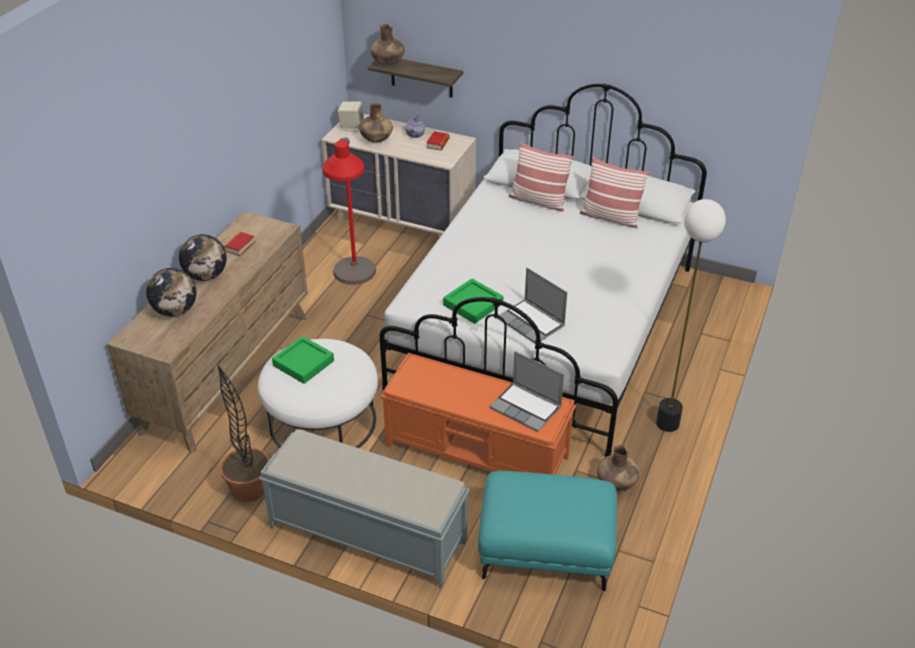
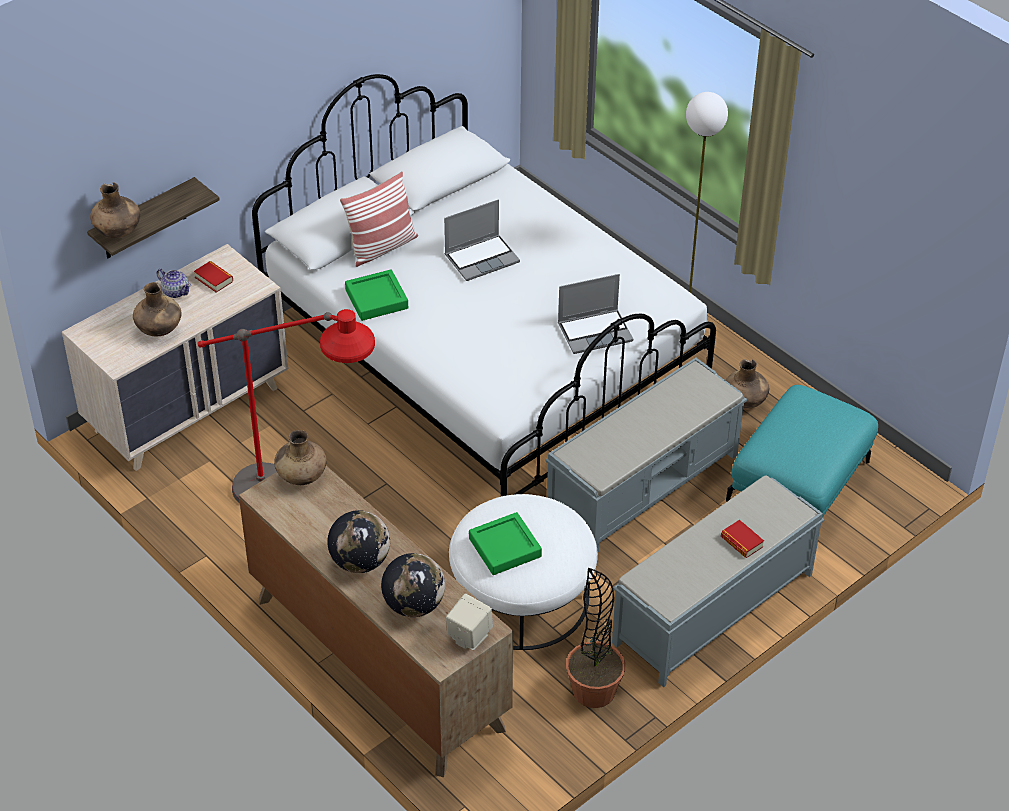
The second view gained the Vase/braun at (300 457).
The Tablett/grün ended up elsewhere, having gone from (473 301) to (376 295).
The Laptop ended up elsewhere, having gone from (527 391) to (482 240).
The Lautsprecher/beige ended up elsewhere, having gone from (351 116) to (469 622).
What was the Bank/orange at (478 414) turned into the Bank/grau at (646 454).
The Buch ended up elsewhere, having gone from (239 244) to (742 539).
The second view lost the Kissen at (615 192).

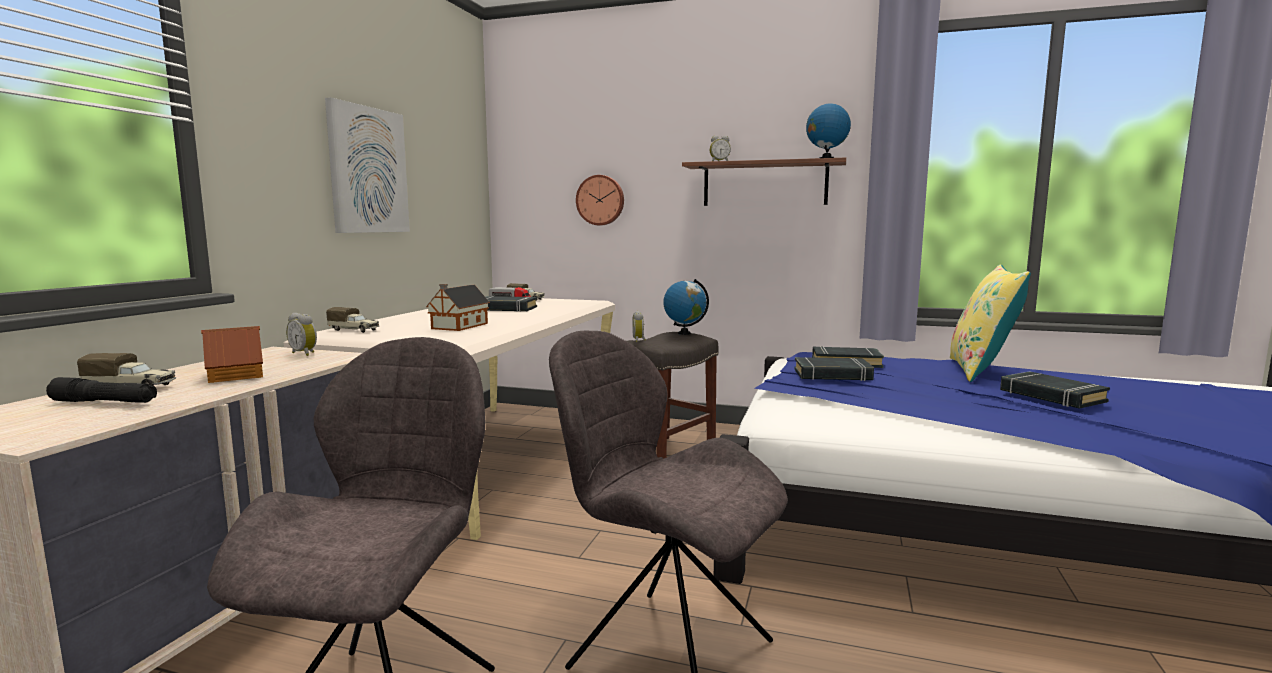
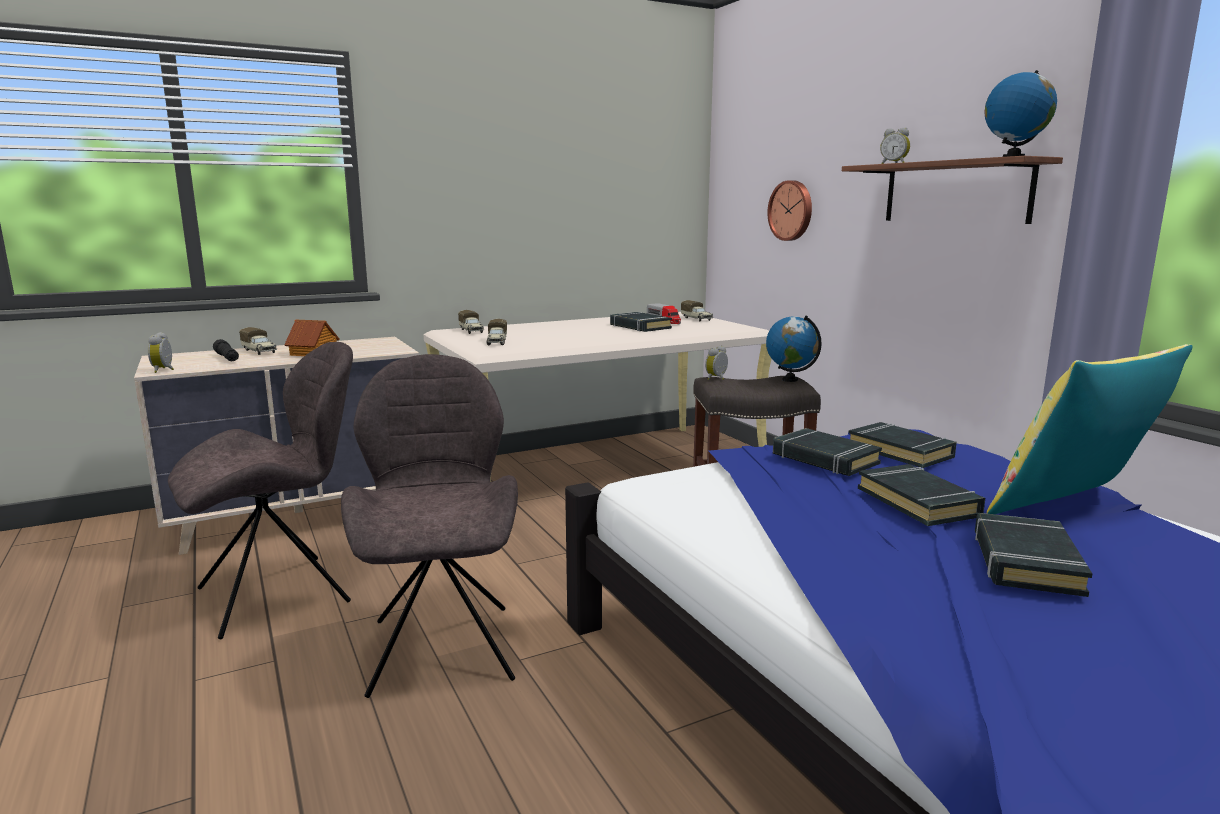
The Wecker ended up elsewhere, having gone from (301 334) to (161 352).
The second view gained the Spielzeuglaster at (497 332).
The second view gained the Buch/schwarz at (921 495).
The second view lost the Bild at (367 165).
The second view lost the Spielzeughaus at (458 307).

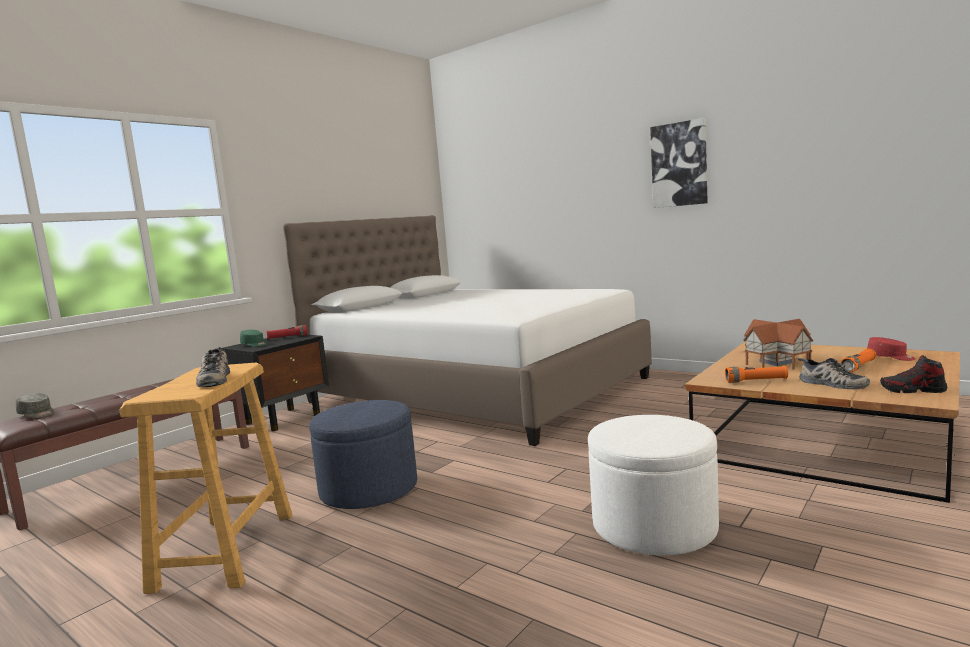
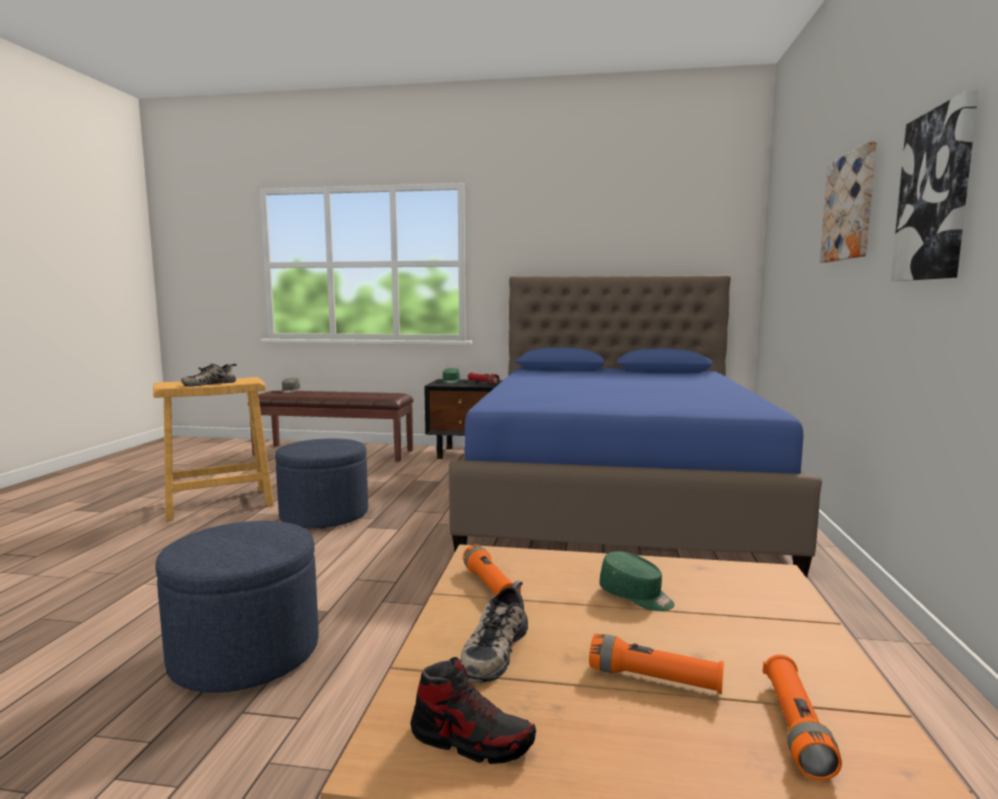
What was the Polsterhocker/weiß at (653 485) turned into the Polsterhocker/blau at (237 607).
The Schuh at (913 374) ended up facing another way, 120 degrees clockwise from before.
What was the Bett/weiß at (467 330) turned into the Bett/blau at (635 426).
Where the Spielzeughaus stood at (778 344), the Kappe/grün came to stand at (637 581).
Where the Kappe/rot stood at (891 349), the Taschenlampe/orange came to stand at (802 718).
The second view gained the Bild at (848 202).

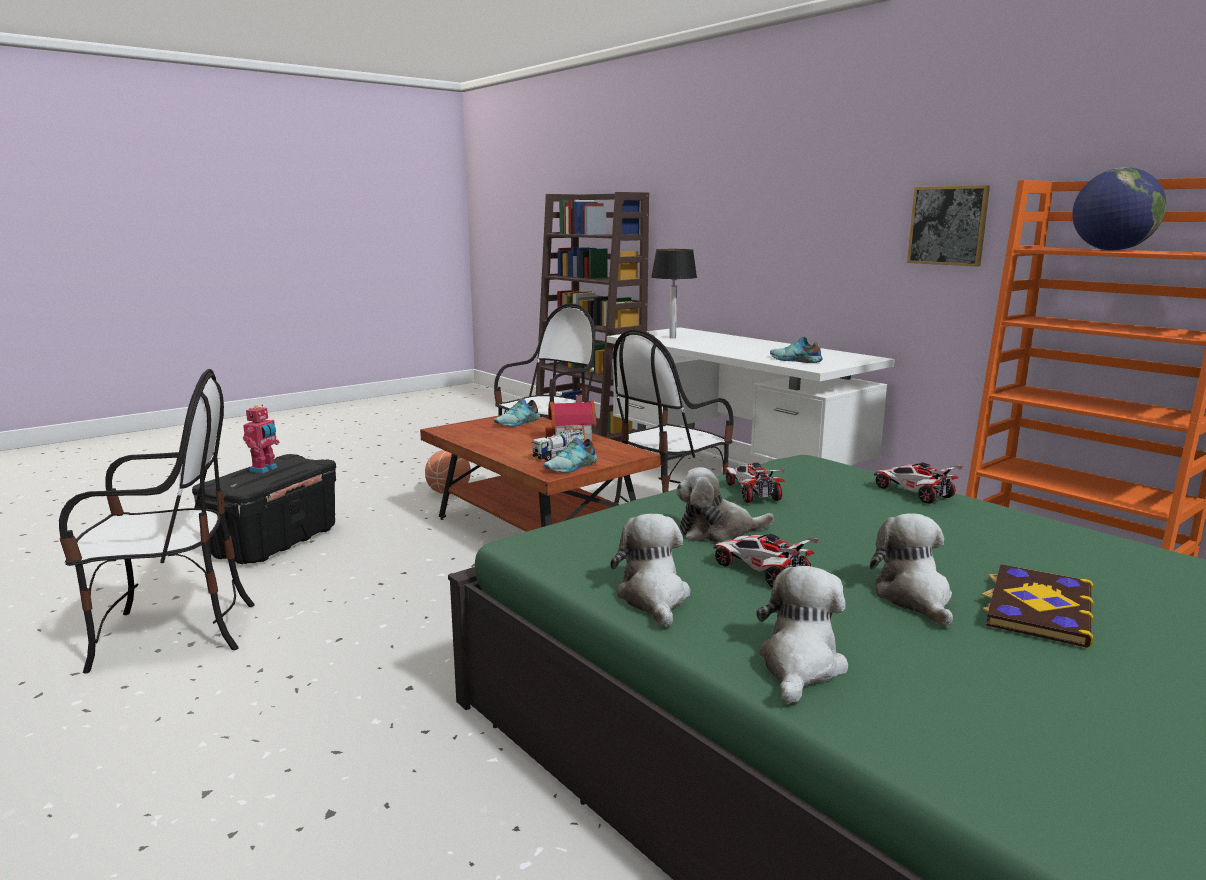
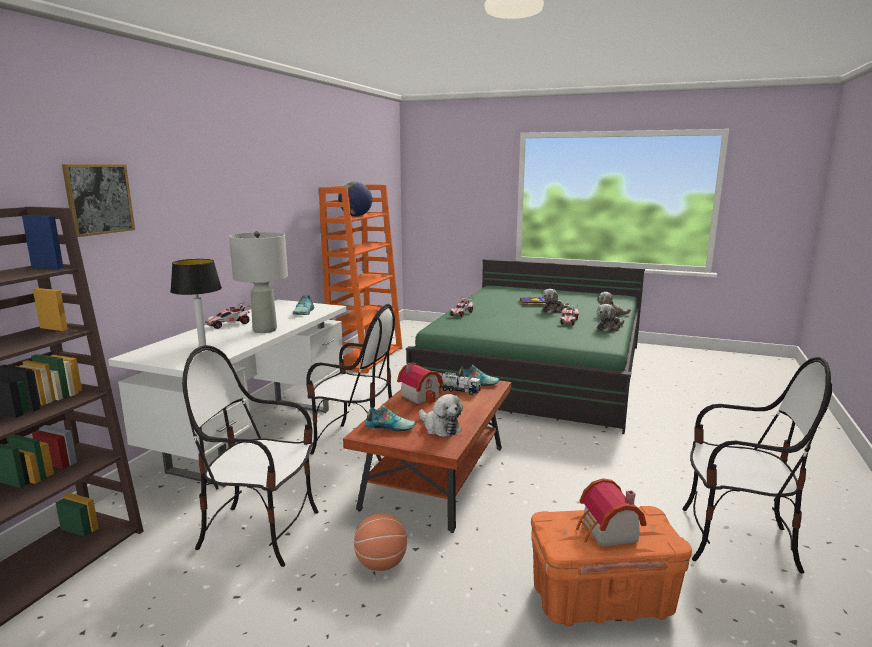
The Bild ended up elsewhere, having gone from (948 225) to (98 200).
The Spielzeugauto ended up elsewhere, having gone from (754 483) to (228 315).
The second view gained the Tischlampe/grau at (258 282).
The Plüschtier ended up elsewhere, having gone from (724 504) to (441 415).
What was the Aufbewahrungsbox/schwarz at (264 509) turned into the Aufbewahrungsbox/orange at (611 566).
Where the Spielzeugroboter stood at (261 439), the Spielzeughaus came to stand at (611 512).
The Stuhl at (157 521) ended up facing another way, 150 degrees clockwise from before.

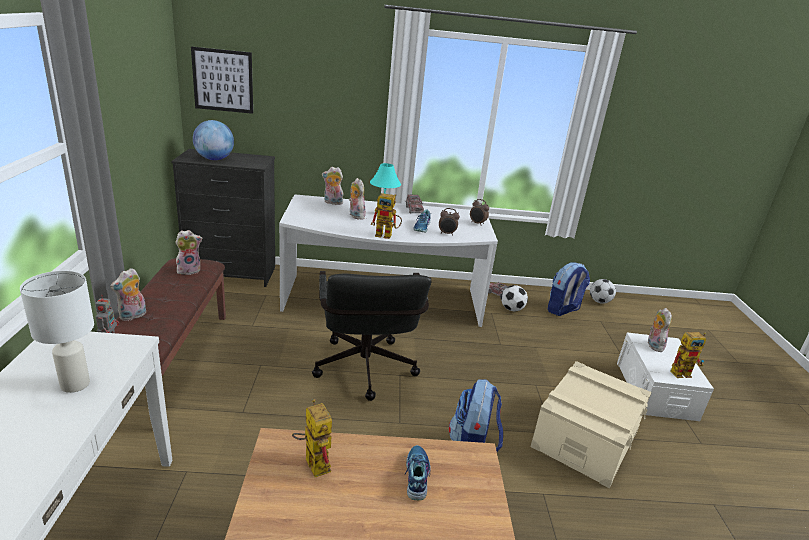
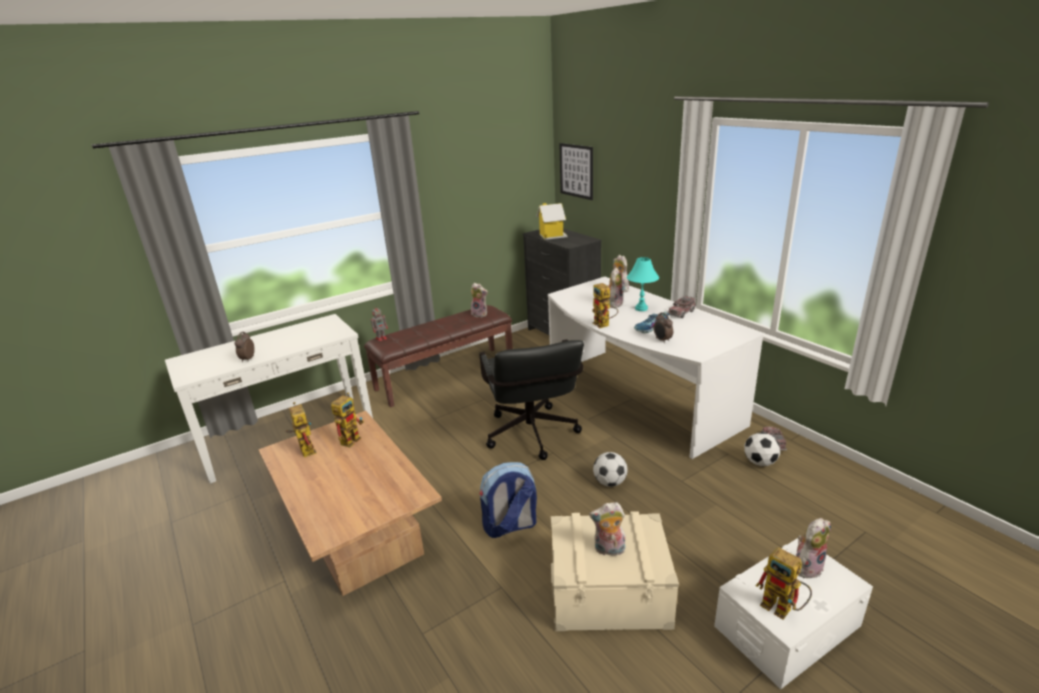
The Wecker ended up elsewhere, having gone from (479 212) to (245 347).
The second view gained the Spielzeugroboter at (301 429).
The Bürostuhl/schwarz at (371 336) ended up facing another way, 60 degrees counterclockwise from before.
Where the Globus stood at (213 140), the Spielzeughaus came to stand at (551 221).
The Plüschtier ended up elsewhere, having gone from (128 294) to (607 529).
The Fußball ended up elsewhere, having gone from (603 291) to (610 469).
The second view lost the Tischlampe/weiß at (57 332).
The second view lost the Schuh at (418 472).
The second view lost the Rucksack at (569 289).

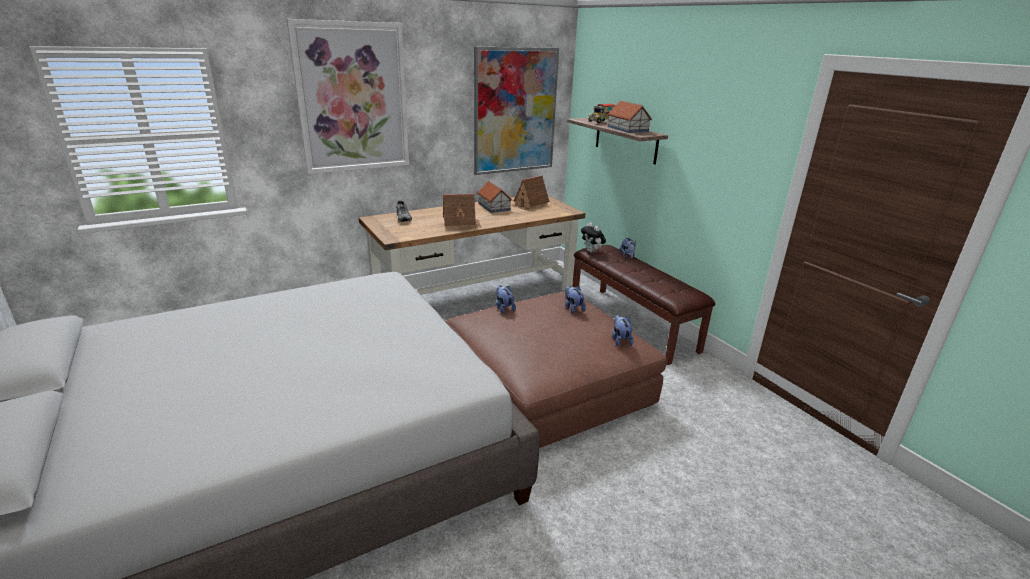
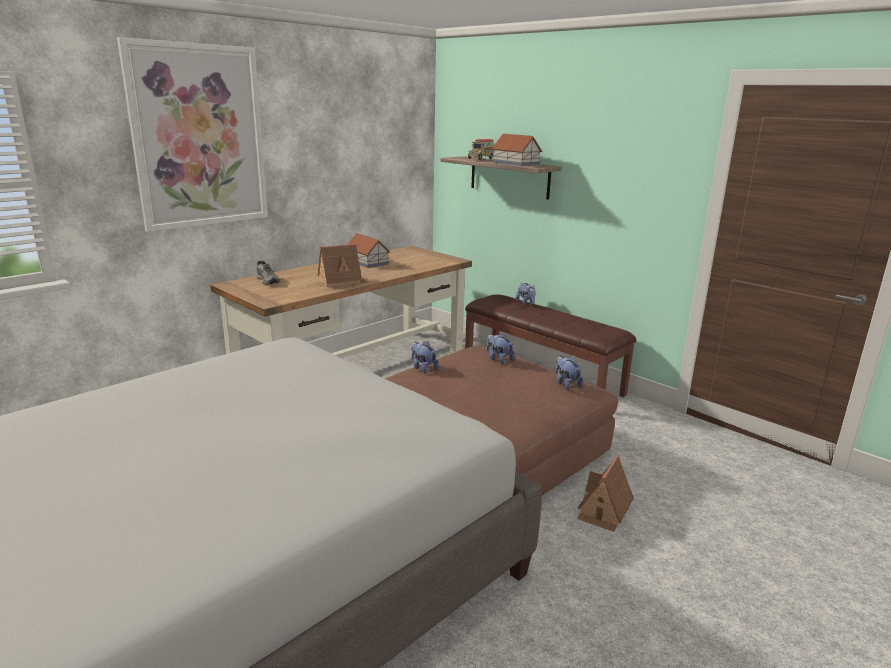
The Spielzeughaus ended up elsewhere, having gone from (531 192) to (605 493).
The second view lost the Bild at (516 111).
The second view lost the Plüschtier at (593 237).

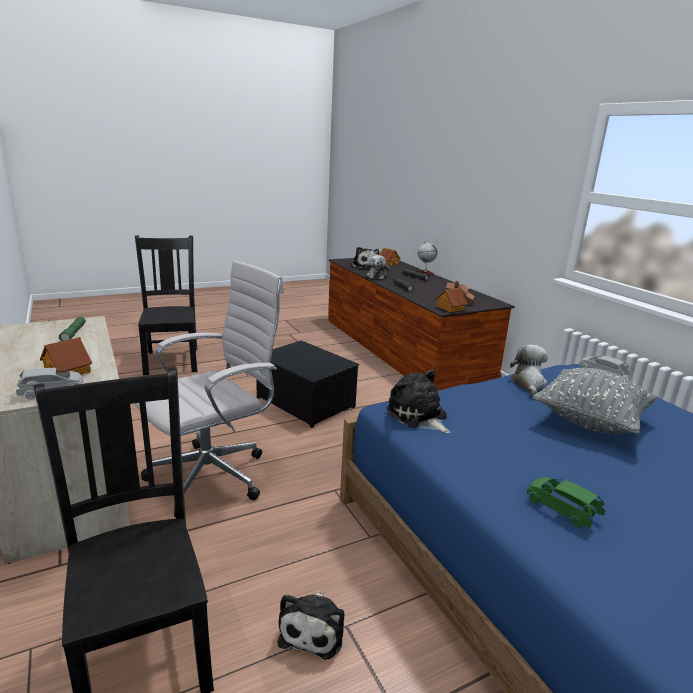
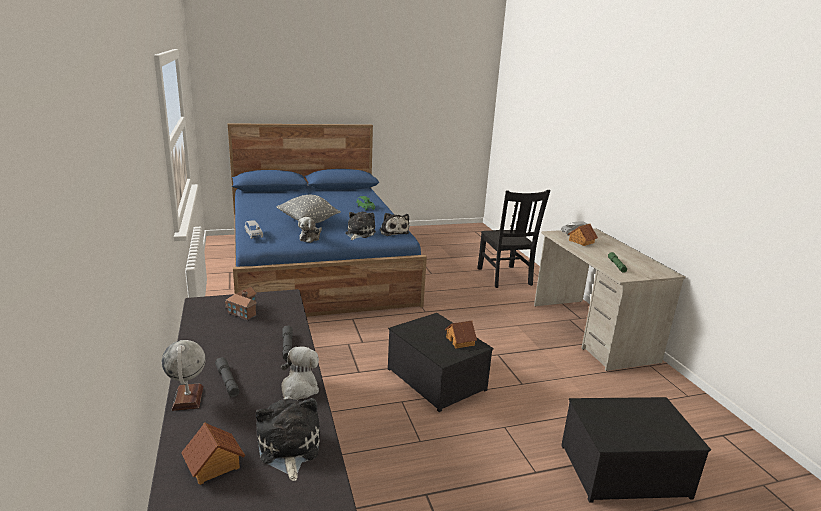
The Plüschtier ended up elsewhere, having gone from (311 625) to (360 225).
The Spielzeughaus ended up elsewhere, having gone from (451 300) to (461 335).
Where the Stuhl/schwarz stood at (166 305), the Aufbewahrungsbox came to stand at (636 449).
The second view lost the Bürostuhl/weiß at (209 388).

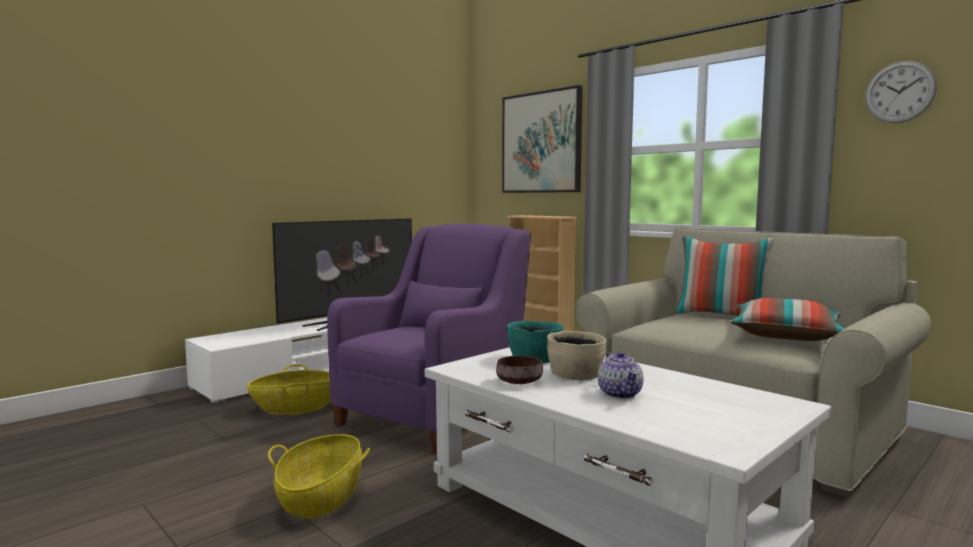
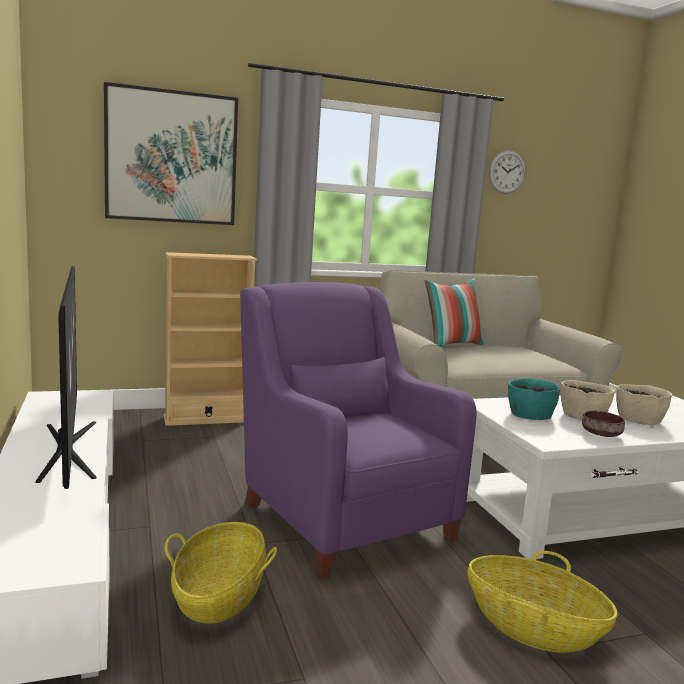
Where the Teekanne stood at (621 375), the Schüssel/beige came to stand at (644 404).
The second view lost the Kissen at (787 319).

